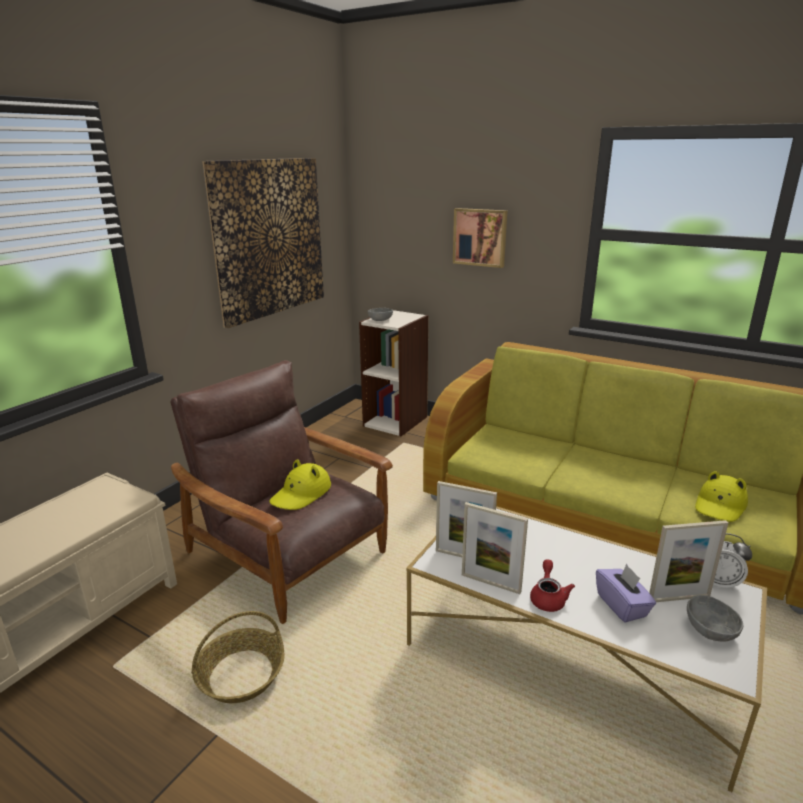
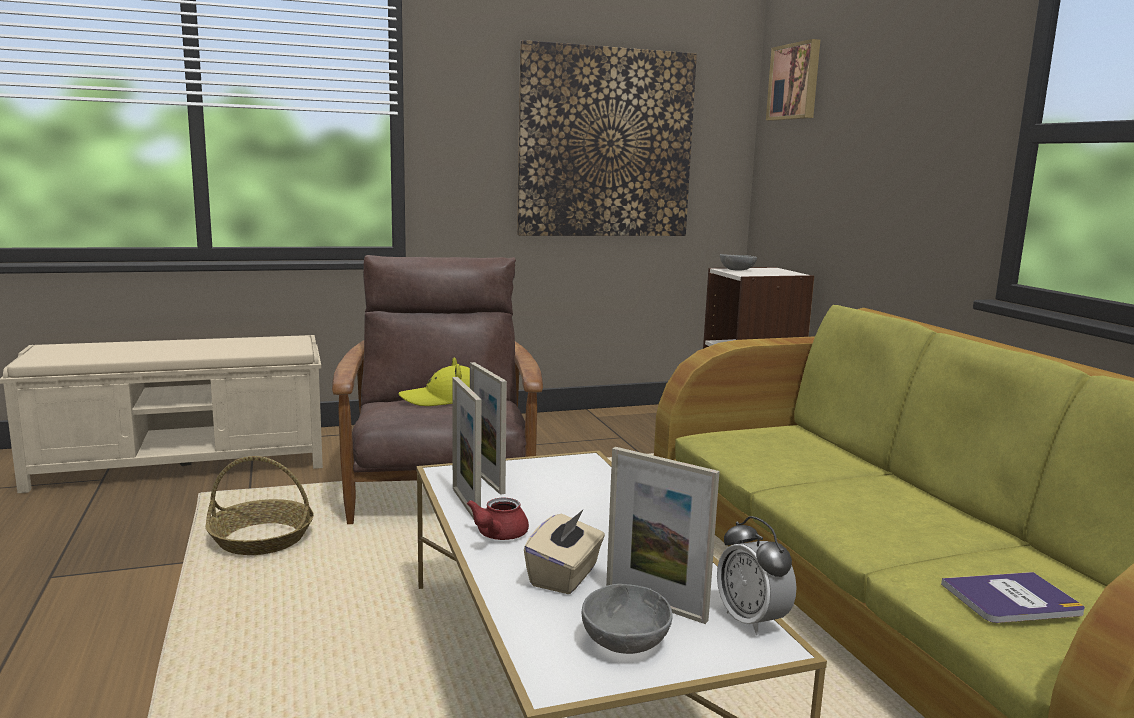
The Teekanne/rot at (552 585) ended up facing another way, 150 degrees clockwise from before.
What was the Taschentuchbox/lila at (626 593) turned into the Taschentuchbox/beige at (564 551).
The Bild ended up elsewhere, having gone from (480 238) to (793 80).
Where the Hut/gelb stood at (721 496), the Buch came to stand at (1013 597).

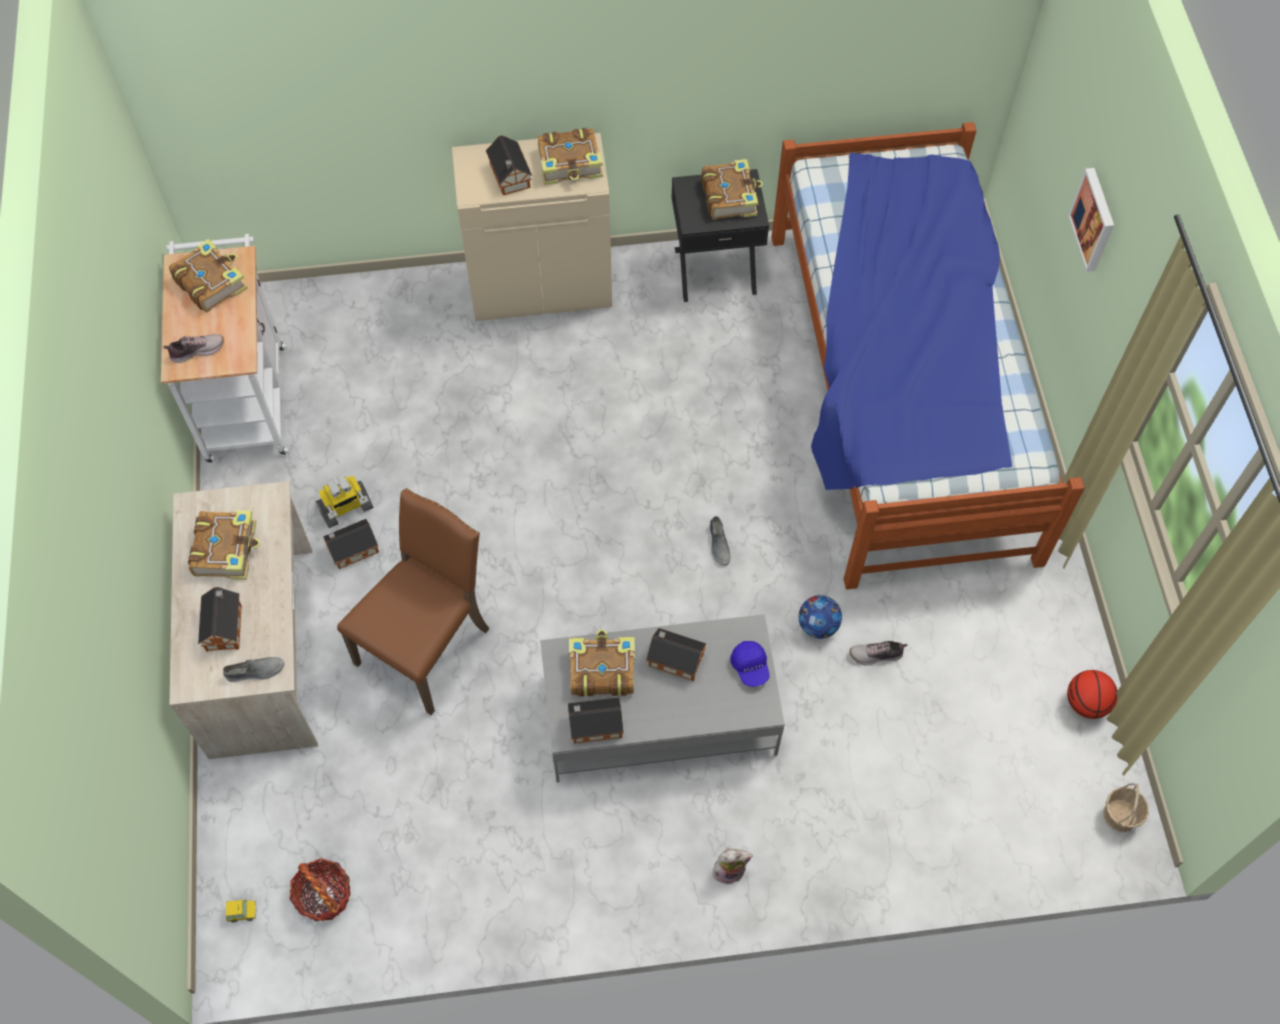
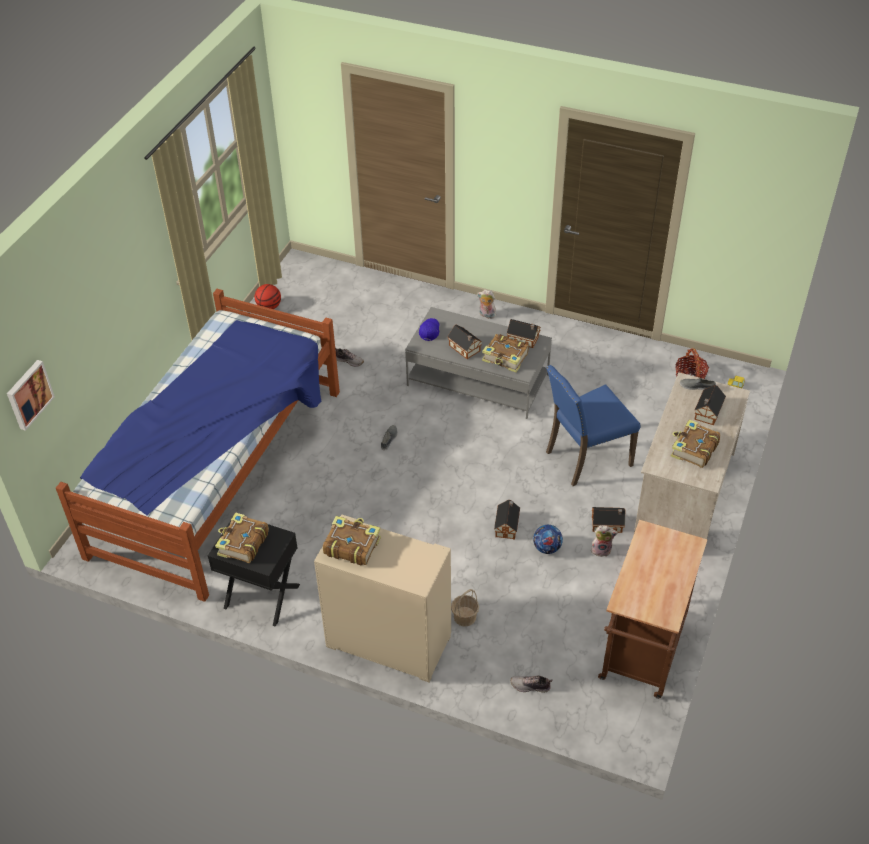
The Bild ended up elsewhere, having gone from (1091 220) to (31 395).
The Korb ended up elsewhere, having gone from (1126 807) to (465 608).
The Spielzeughaus ended up elsewhere, having gone from (509 165) to (507 520).
The Schuh ended up elsewhere, having gone from (193 348) to (531 684).
The Fußball ended up elsewhere, having gone from (820 617) to (548 539).
What was the Stuhl/braun at (413 601) turned into the Stuhl/blau at (593 425).
Where the Spielzeugroboter stood at (344 501), the Plüschtier came to stand at (604 541).
What was the Rollwagen/weiß at (225 349) turned into the Rollwagen/braun at (653 609).
The second view lost the Buch at (208 275).

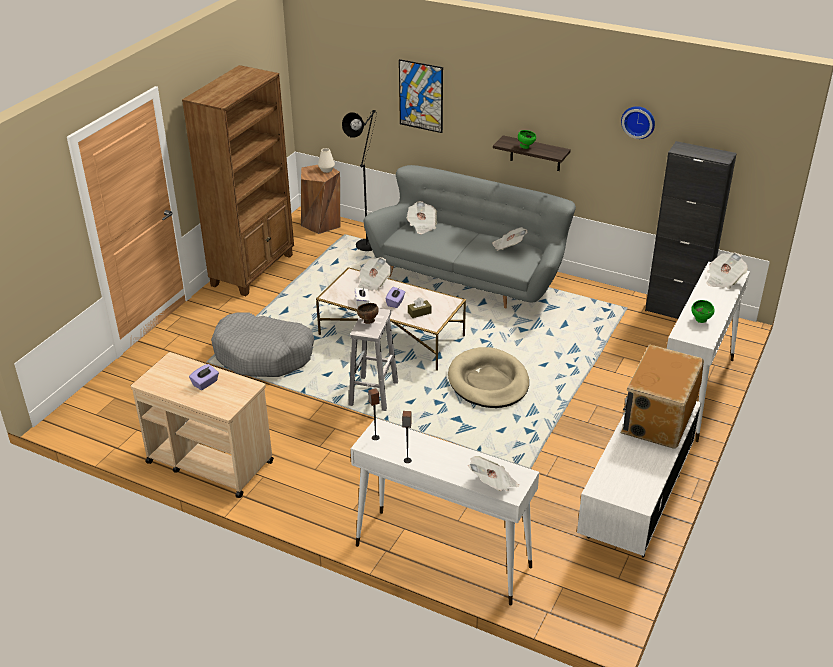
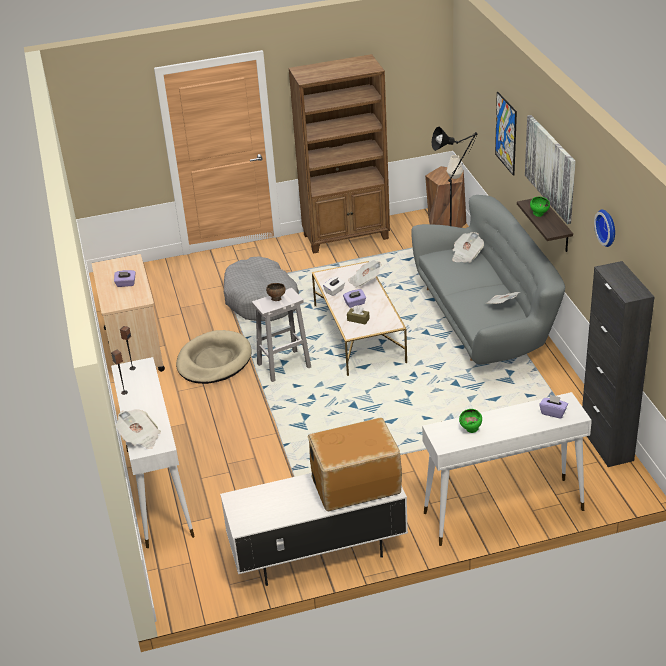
The Hundebett/beige ended up elsewhere, having gone from (488 377) to (214 357).
The second view gained the Bild at (550 169).
Where the Zeitung stood at (726 271), the Taschentuchbox/lila came to stand at (553 406).

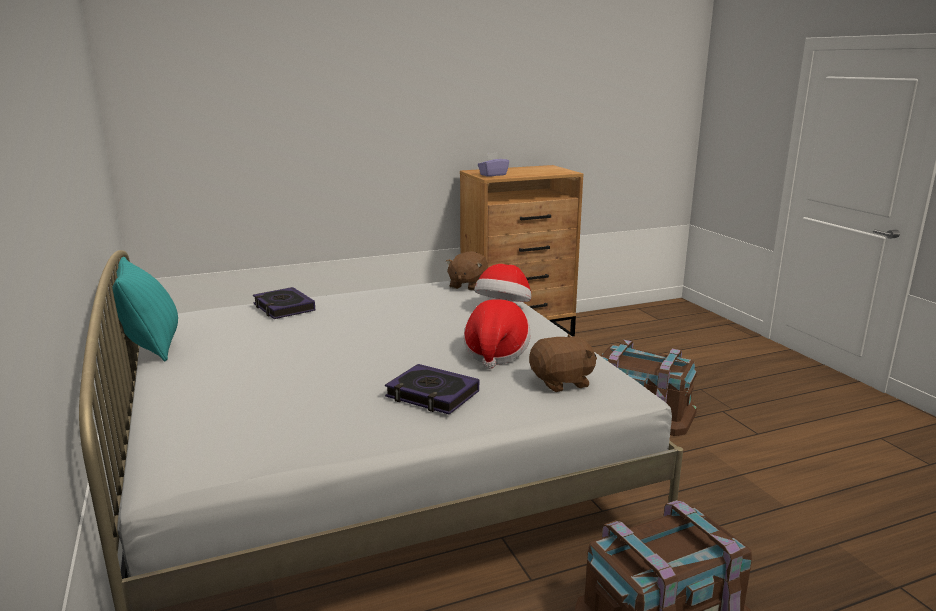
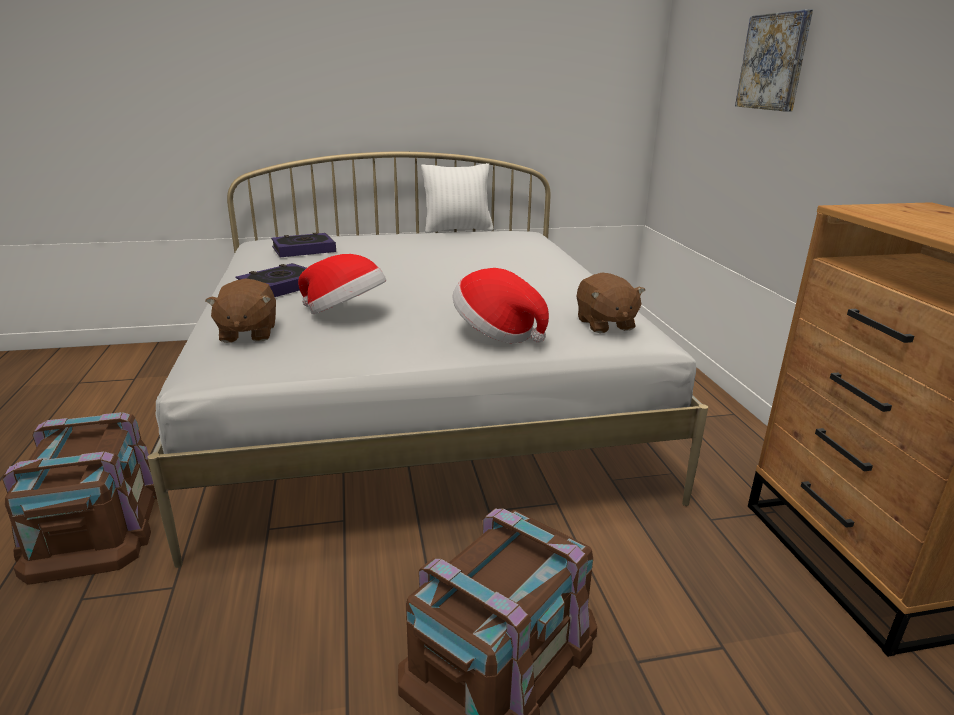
The Buch ended up elsewhere, having gone from (284 303) to (303 245).
What was the Kissen/türkis at (145 309) turned into the Kissen/weiß at (457 198).
The Plüschtier/braun at (466 271) ended up facing another way, 135 degrees counterclockwise from before.
The second view gained the Bild at (774 60).
The second view lost the Taschentuchbox/lila at (493 165).

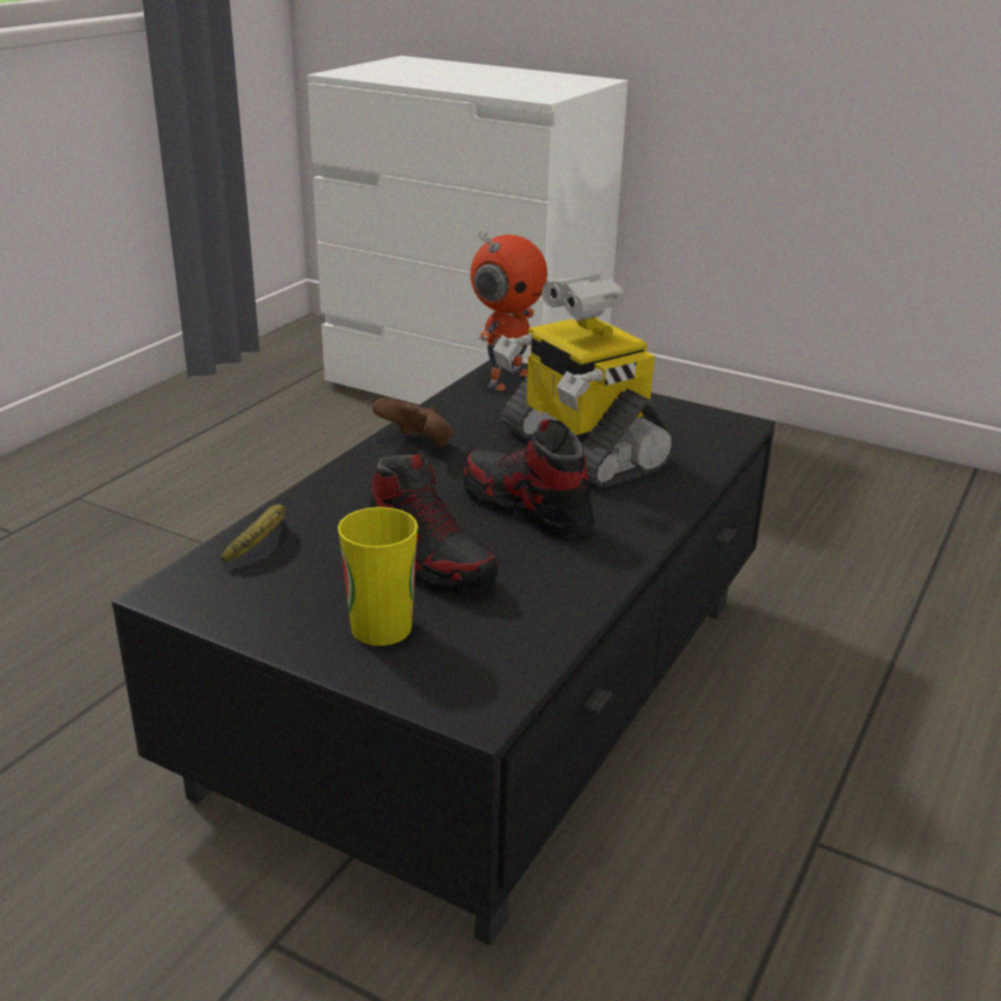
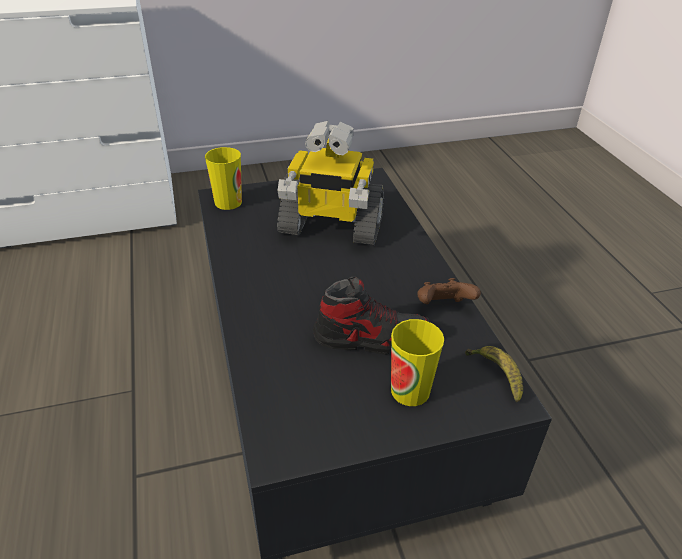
Where the Spielzeugroboter stood at (508 311), the Tasse came to stand at (223 178).
The Gamepad/braun ended up elsewhere, having gone from (412 423) to (449 291).
The Banane ended up elsewhere, having gone from (253 533) to (494 374).
The second view lost the Schuh at (529 479).

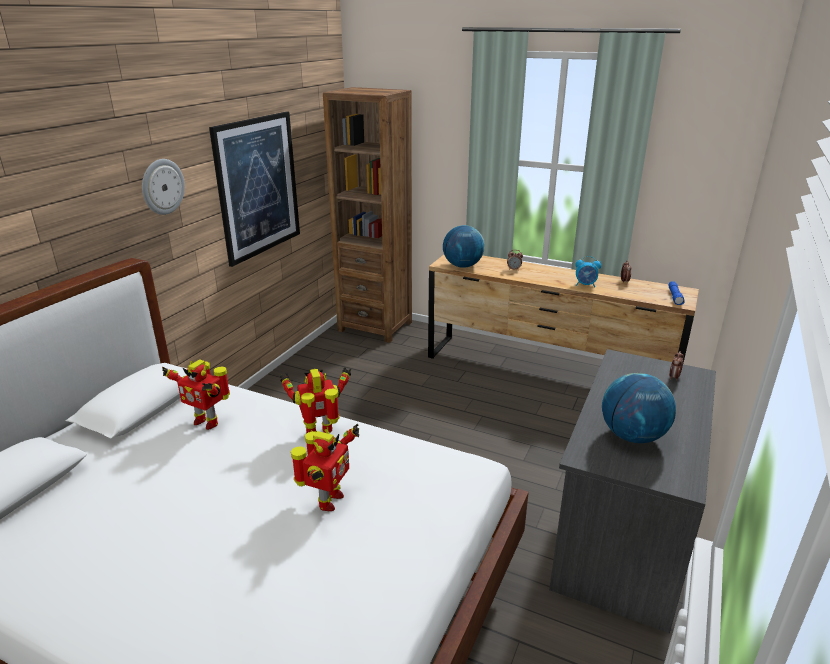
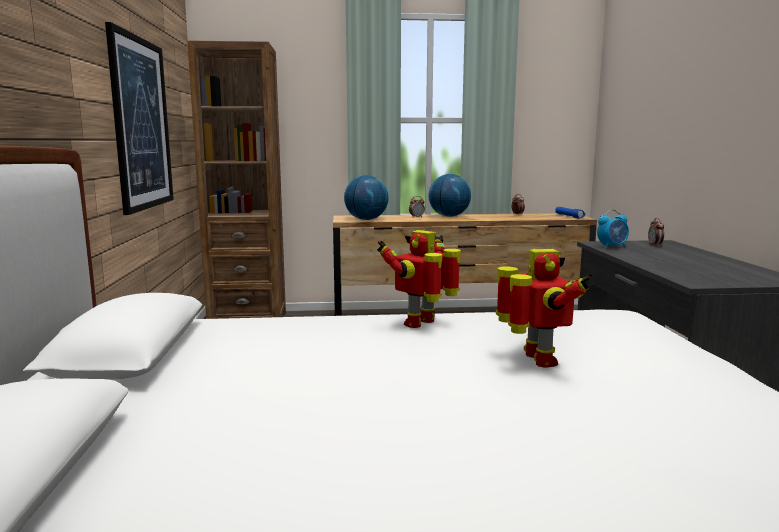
The Globus ended up elsewhere, having gone from (639 408) to (449 195).
The Wecker ended up elsewhere, having gone from (588 271) to (613 229).
The second view lost the Wanduhr at (163 187).
The second view lost the Spielzeugroboter at (196 395).

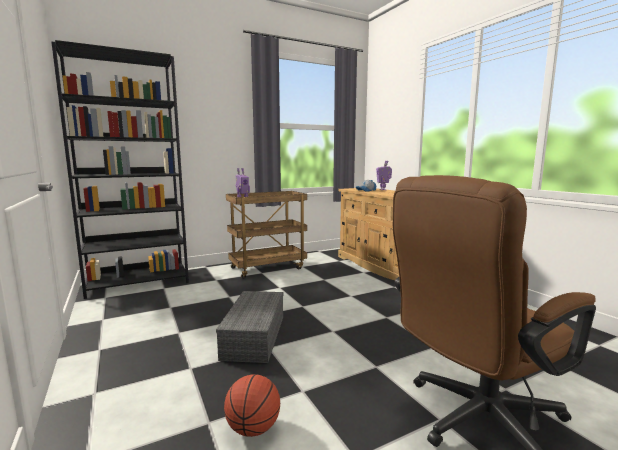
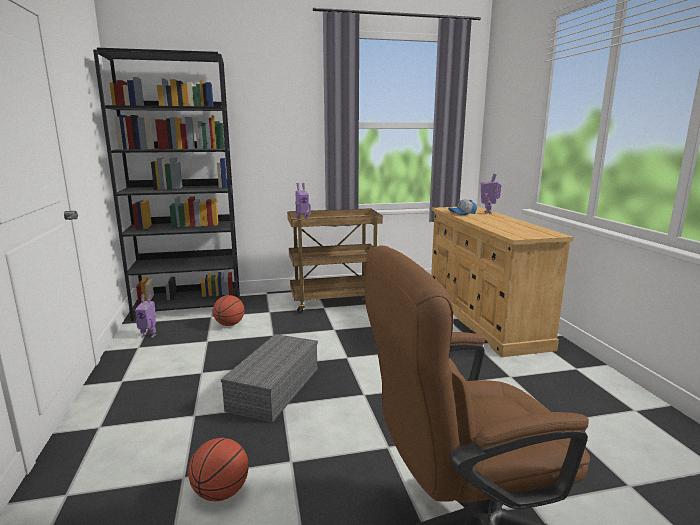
The second view gained the Spielzeugroboter at (145 316).
The second view gained the Basketball at (229 310).

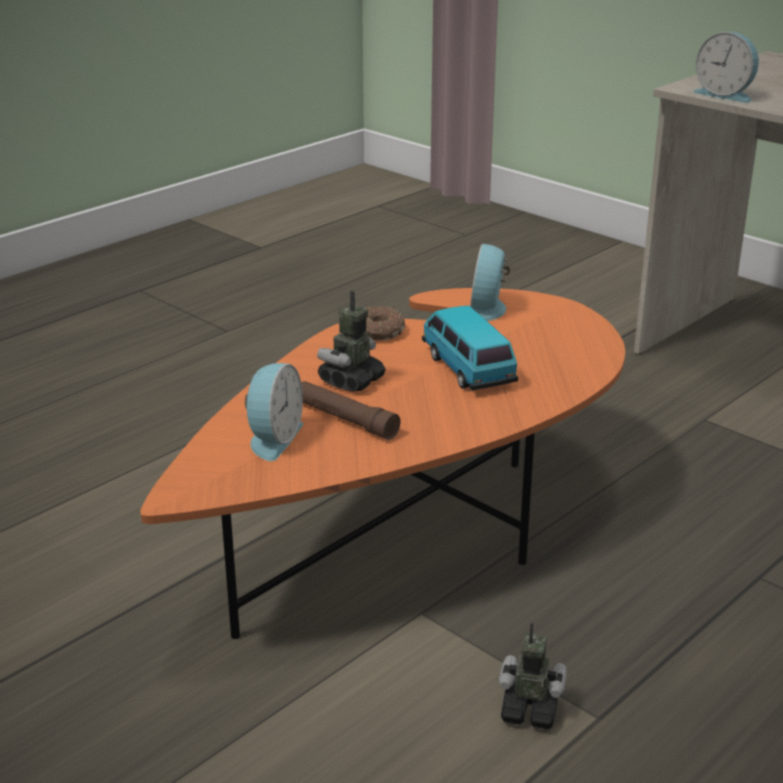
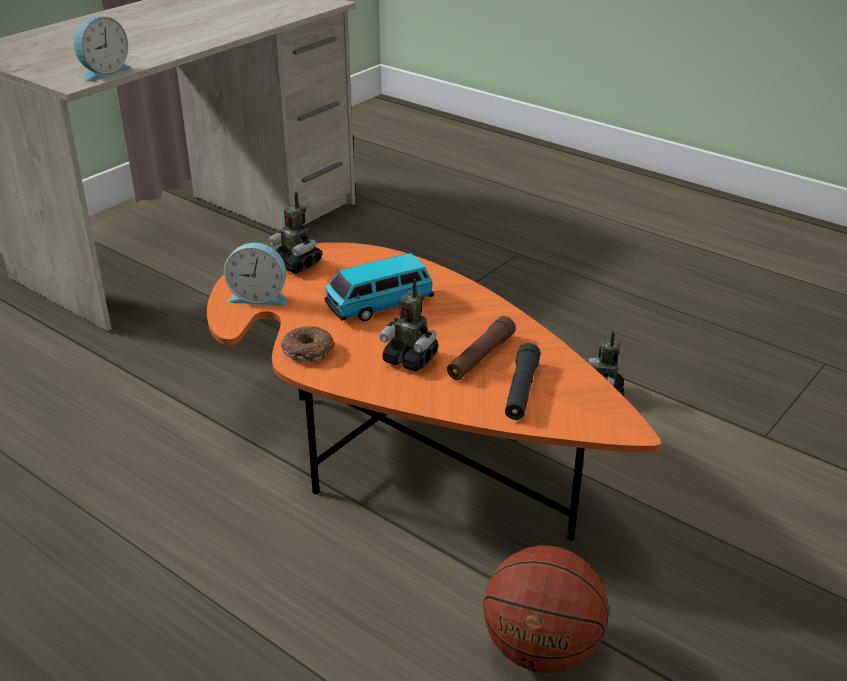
The second view gained the Spielzeugroboter at (295 232).
The second view gained the Basketball at (545 609).
Where the Wecker stood at (274 412), the Taschenlampe/schwarz came to stand at (523 381).

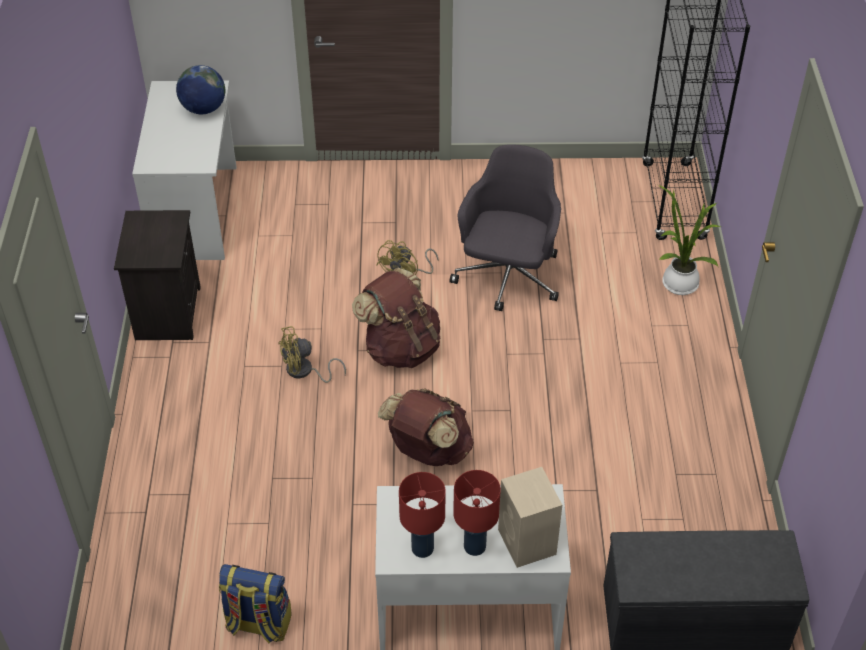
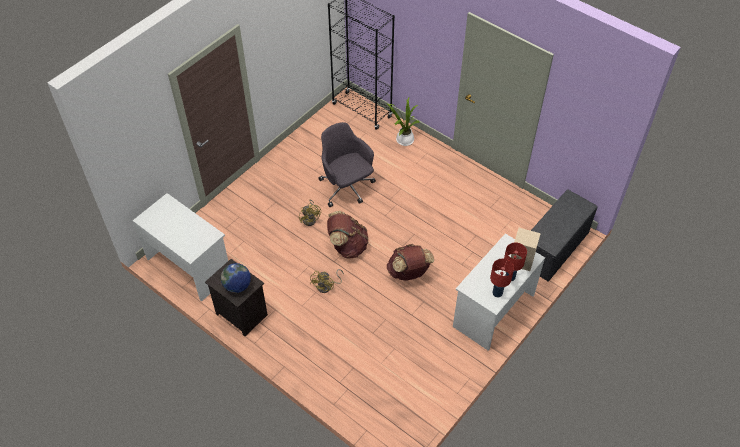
The Globus ended up elsewhere, having gone from (200 89) to (236 278).
The second view lost the Rucksack at (255 603).

